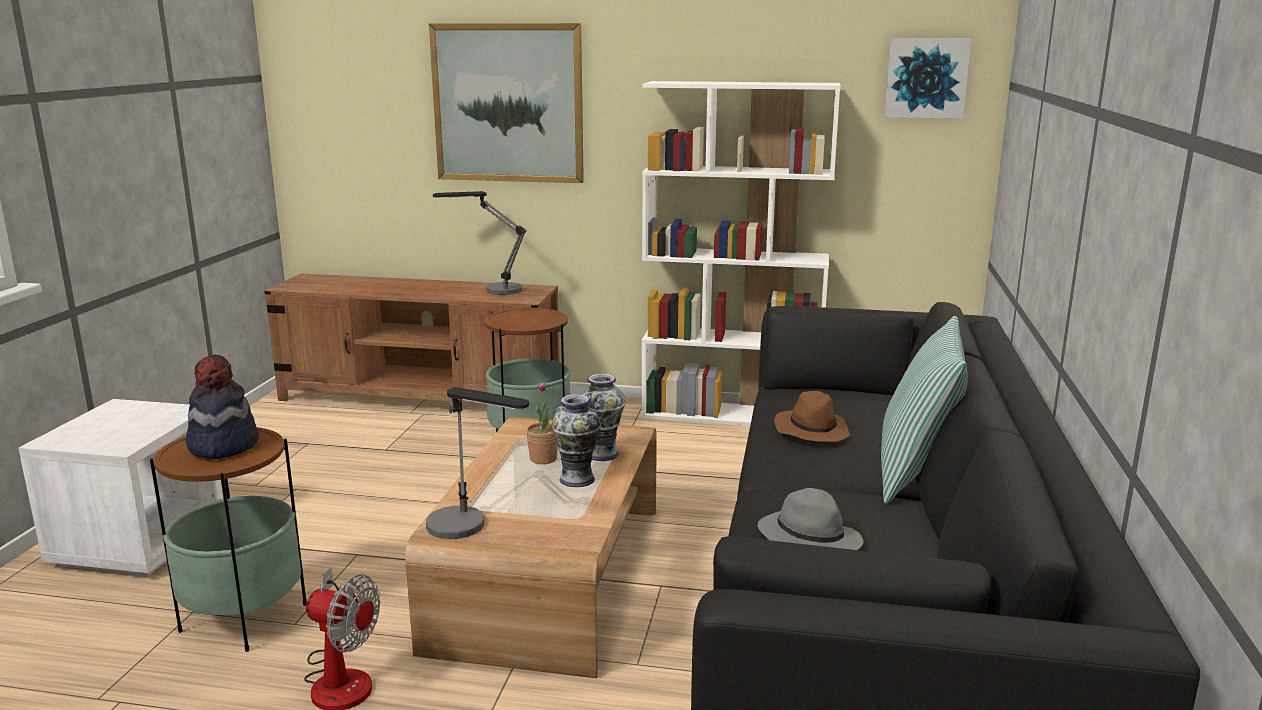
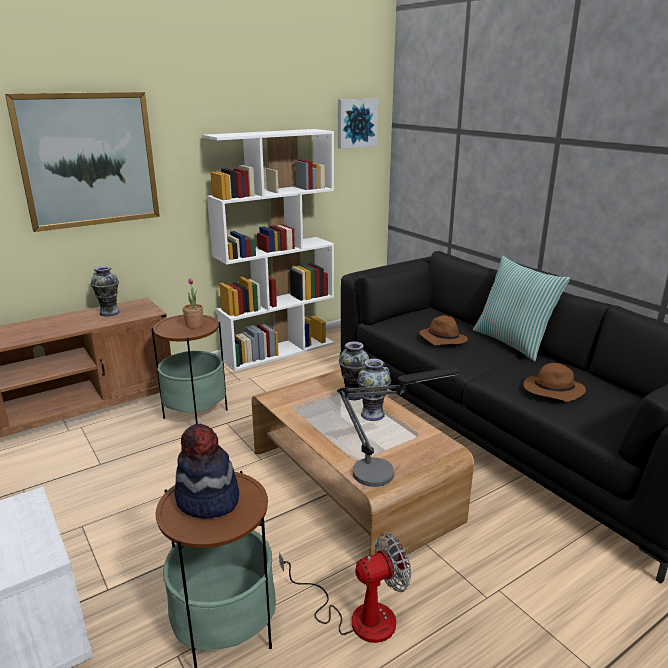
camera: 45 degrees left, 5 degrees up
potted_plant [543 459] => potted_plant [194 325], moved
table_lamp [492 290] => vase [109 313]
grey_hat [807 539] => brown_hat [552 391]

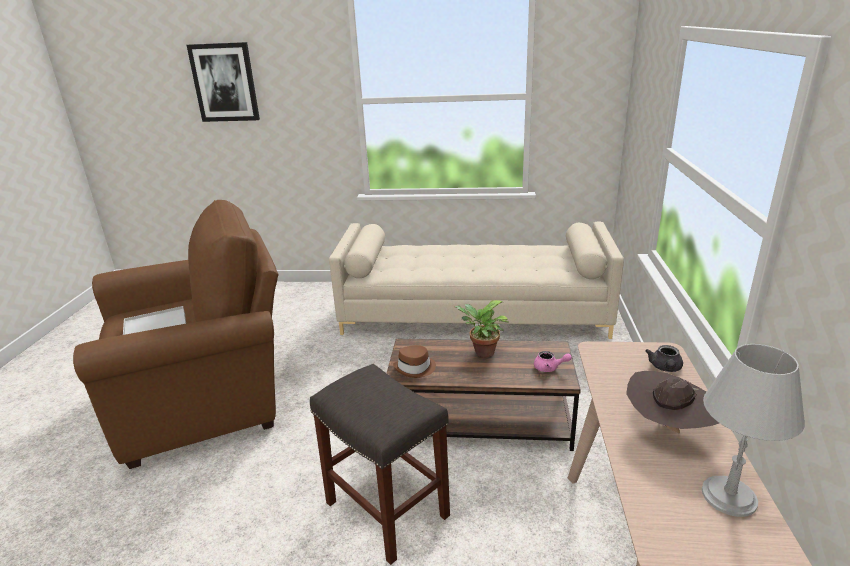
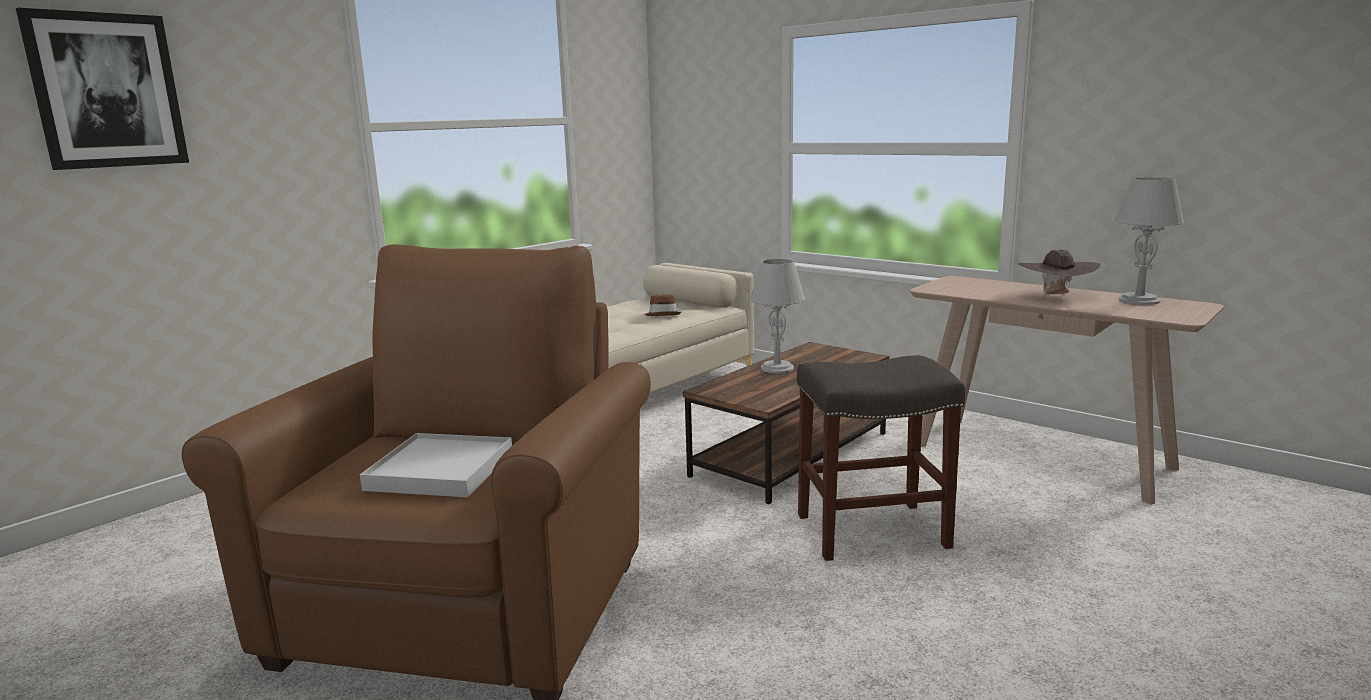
camera: 55 degrees left, 10 degrees down
pink_teapot [549 368] => nothing
grey_teapot [665 368] => nothing
brown_hat [415 368] => brown_hat [663 314], moved
potted_plant [481 352] => grey_table_lamp [776 368]

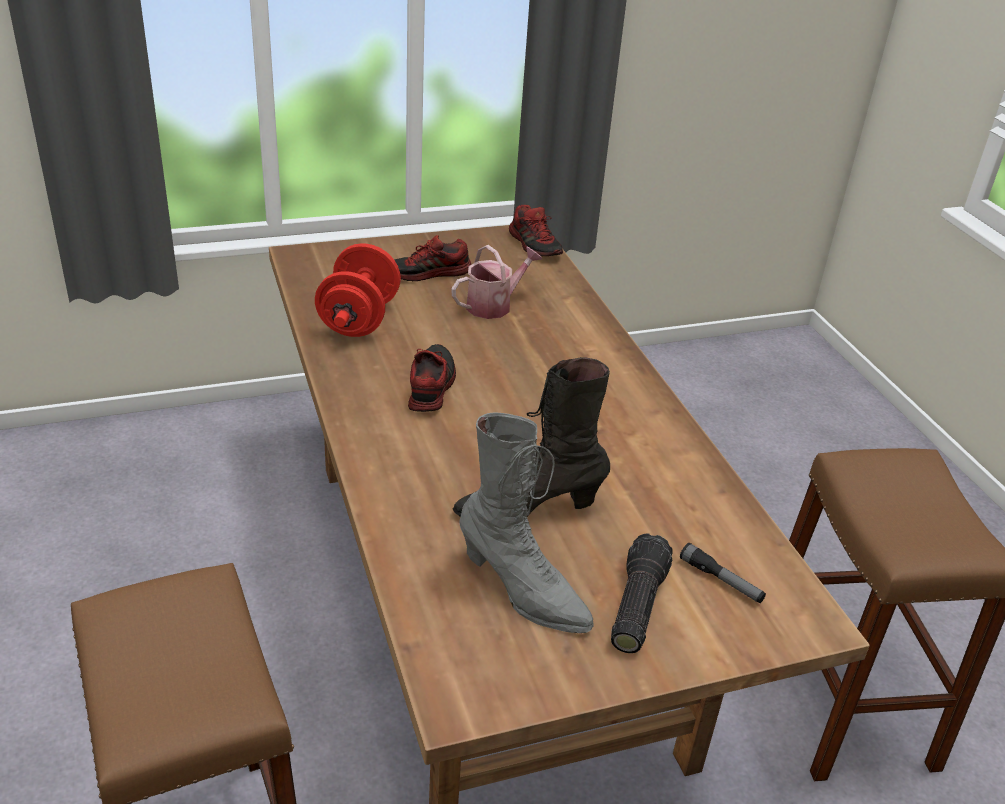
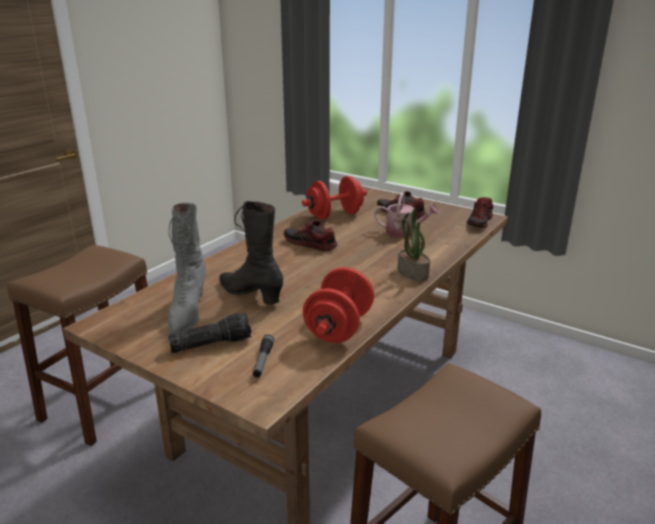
camera: 55 degrees right, 10 degrees down
nothing => red_dumbbell [339 328]
nothing => potted_plant [412 273]
shoe [430 387] => shoe [310 244], 120 degrees counterclockwise

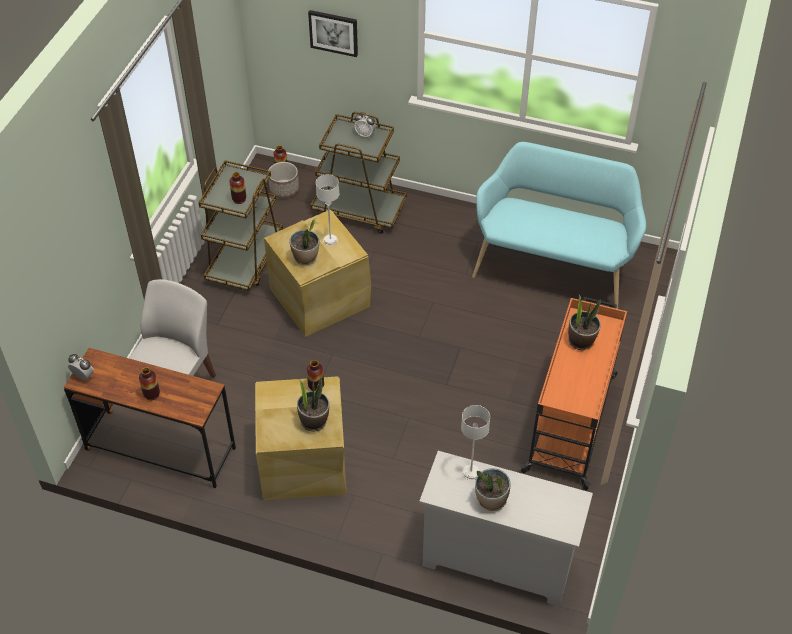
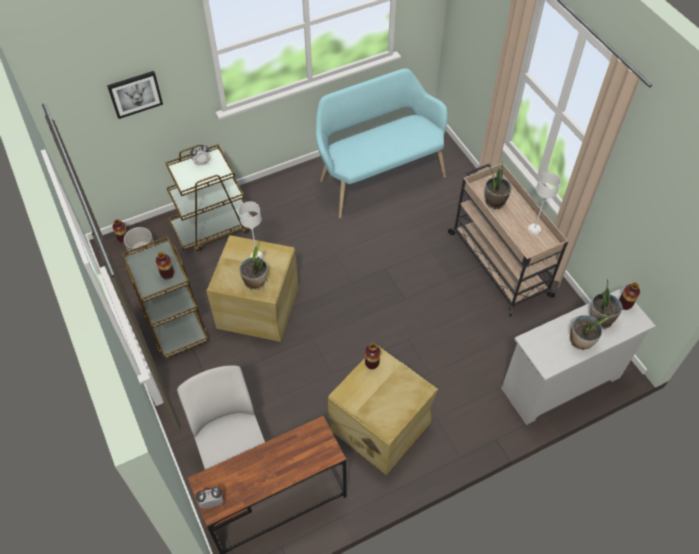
camera: 45 degrees left, 5 degrees up
vase [152 394] => vase [624 305], moved
potted_plant [314 421] => potted_plant [600 319], moved
white_table_lamp [470 472] => white_table_lamp [534 229], moved
orange_cart [571 421] => beige_cart [498 263]

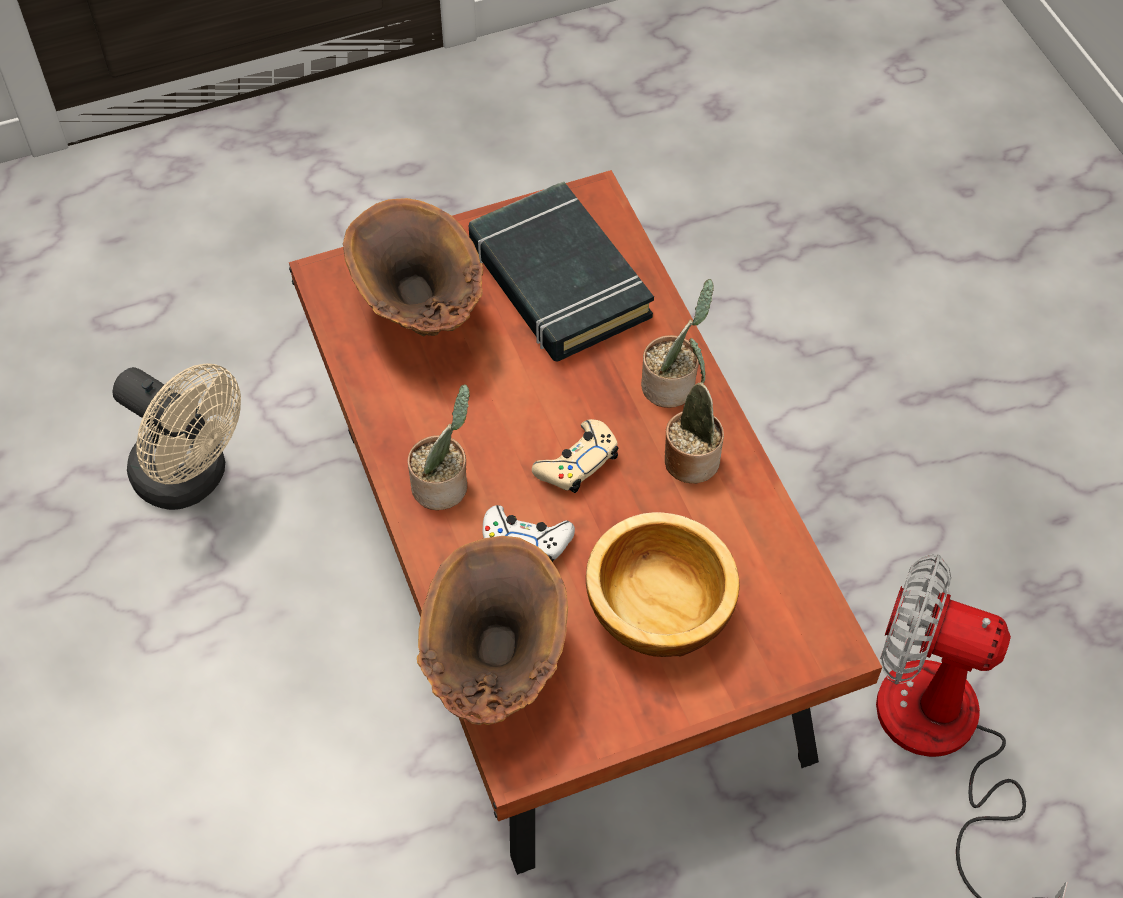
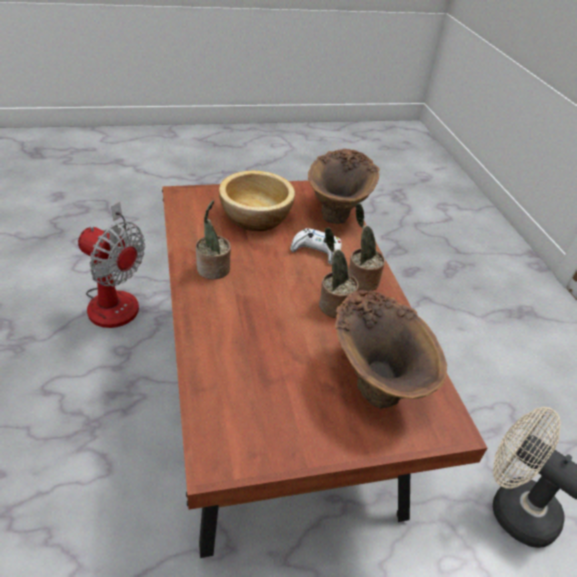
camera: 175 degrees left, 15 degrees down
black_book [558 281] => nothing
beige_game_controller [577 462] => nothing
potted_plant [672 385] => potted_plant [333 306], moved

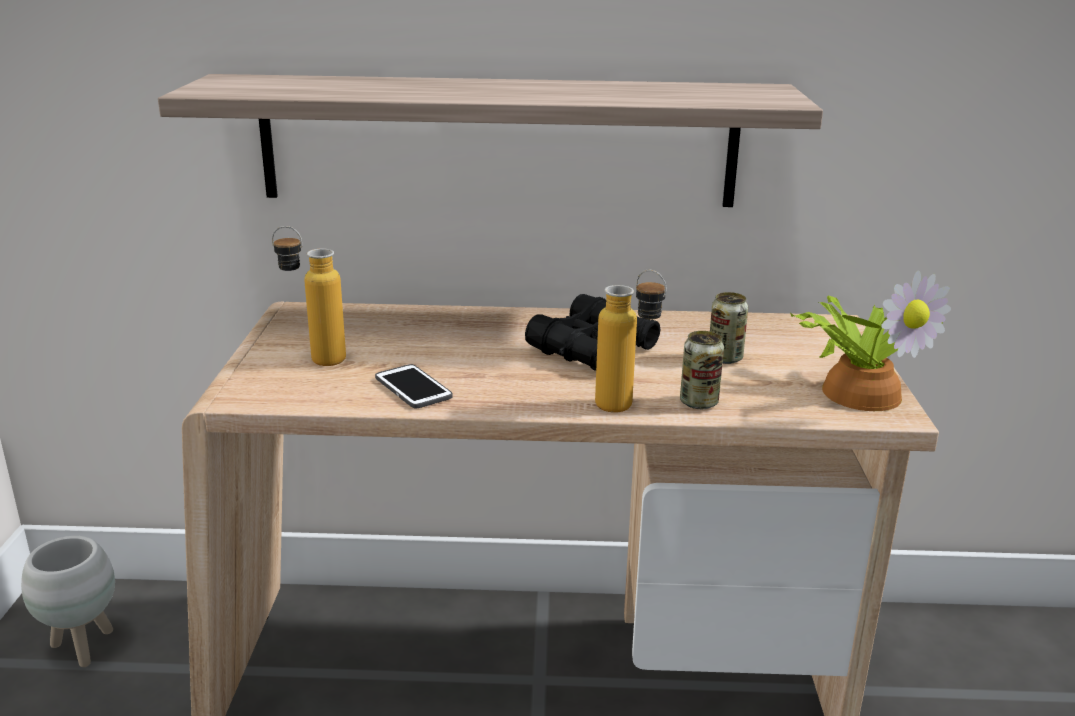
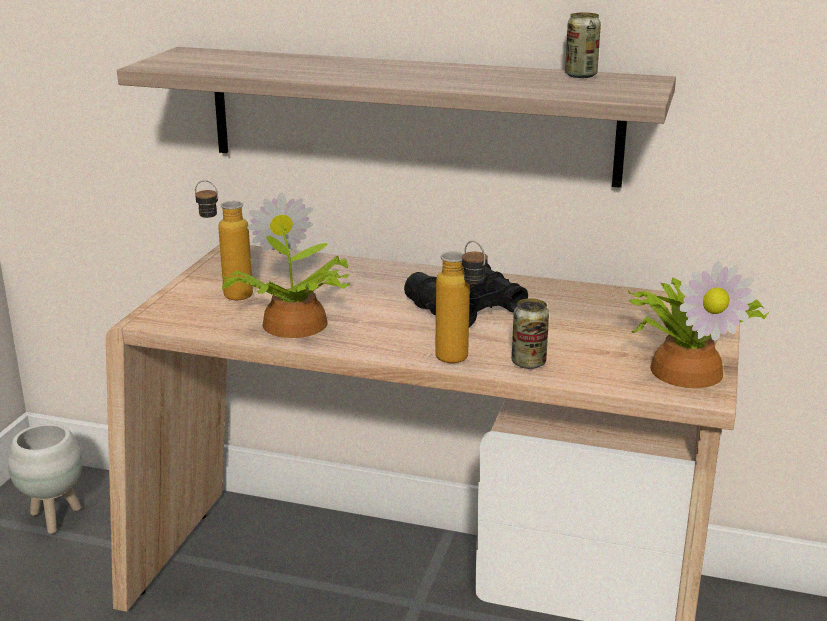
camera: 15 degrees right, 0 degrees up
can [725 358] => can [580 75], moved
phone [413 388] => potted_plant [293 325]

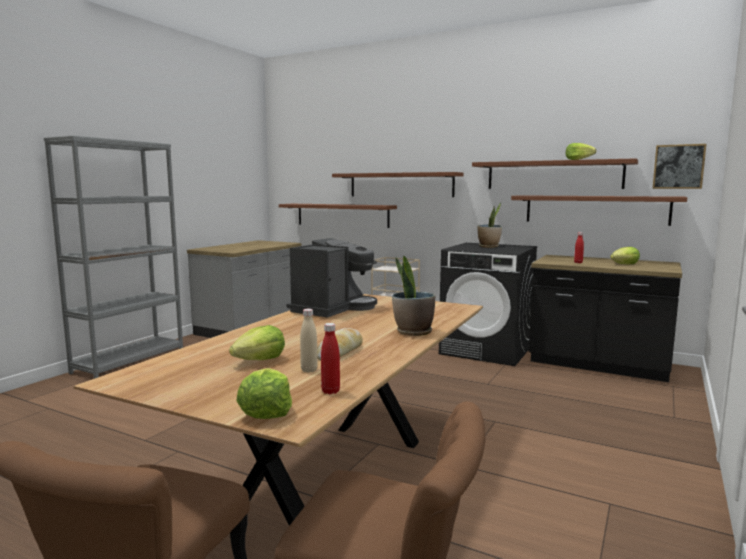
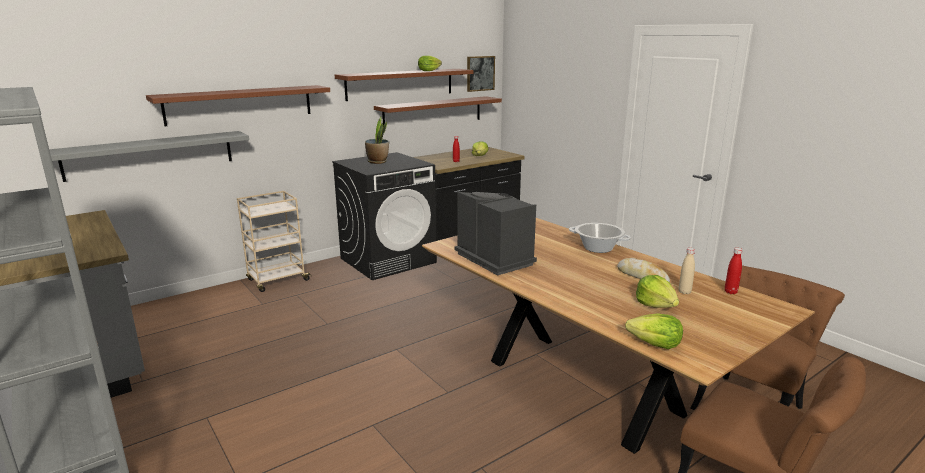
camera: 65 degrees left, 10 degrees up
lettuce [266 411] => lettuce [655 344], moved
potted_plant [413 332] => cooking_pot [598 248]
brown_shelf [342 215] => grey_shelf [150 155]

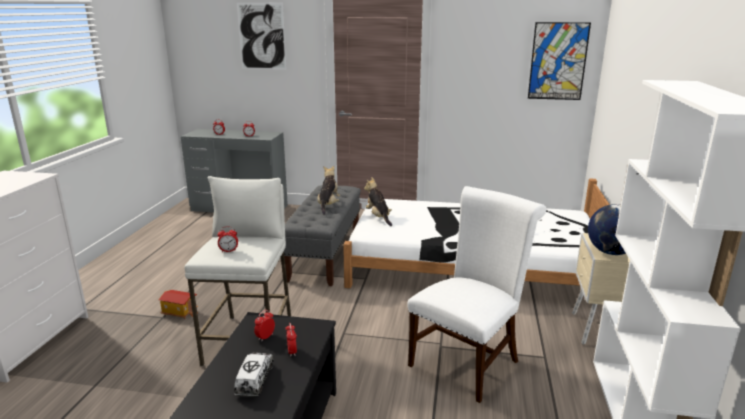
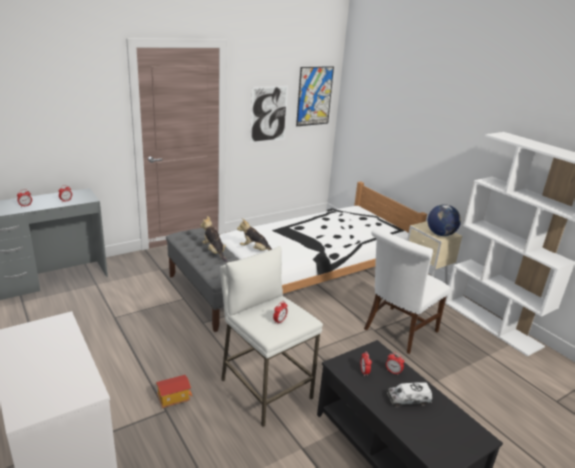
camera: 45 degrees left, 5 degrees up
picture [262 36] => picture [269 114], moved
toy_truck [255 380] => toy_truck [408 400], 60 degrees counterclockwise
white_chair [468 360] => white_chair [398 331], 135 degrees counterclockwise

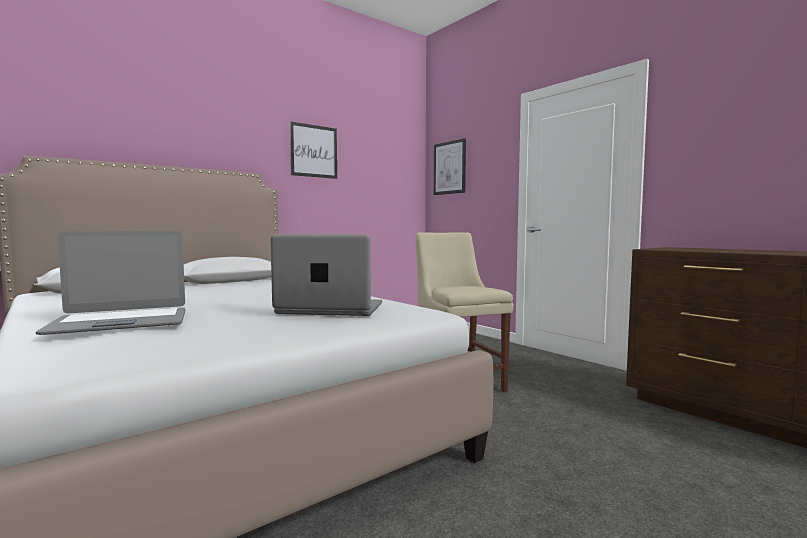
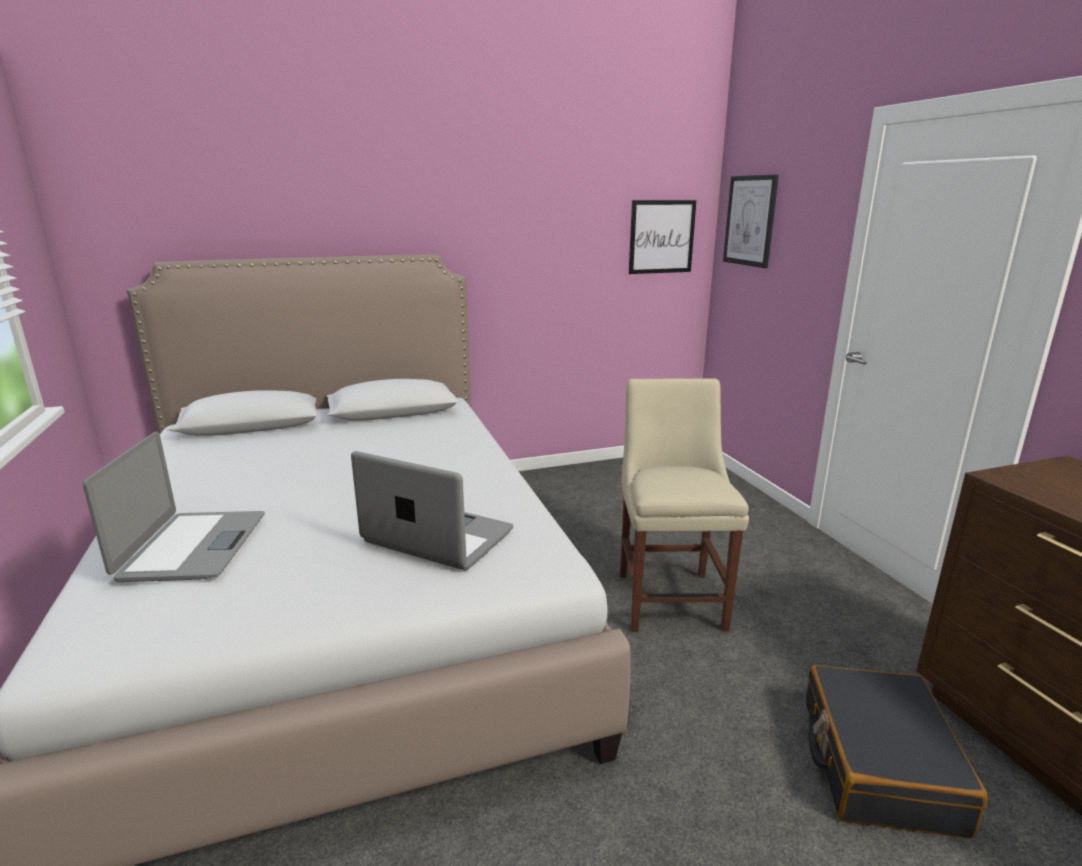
camera: 20 degrees right, 15 degrees up
nothing => black_suitcase [877 764]
picture [314 151] => picture [661 237], moved
laptop [121 323] => laptop [192 547], 90 degrees counterclockwise

